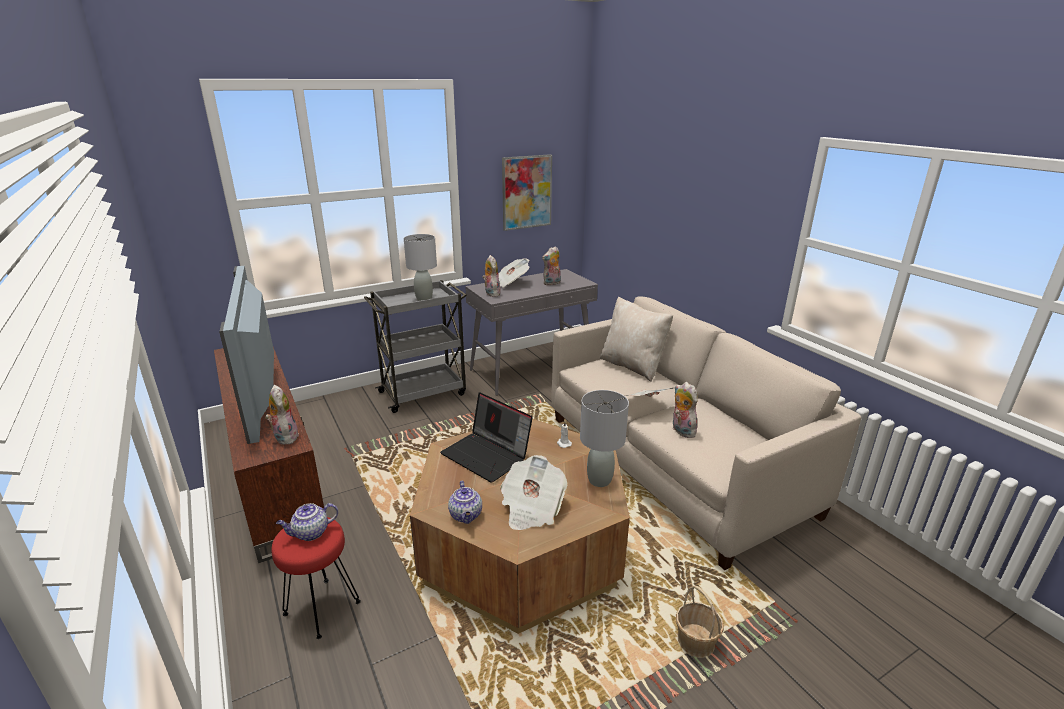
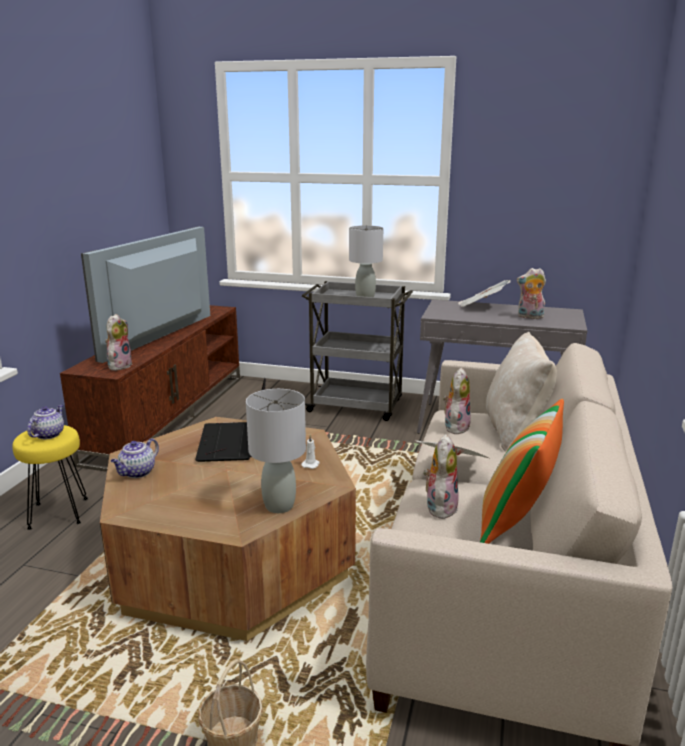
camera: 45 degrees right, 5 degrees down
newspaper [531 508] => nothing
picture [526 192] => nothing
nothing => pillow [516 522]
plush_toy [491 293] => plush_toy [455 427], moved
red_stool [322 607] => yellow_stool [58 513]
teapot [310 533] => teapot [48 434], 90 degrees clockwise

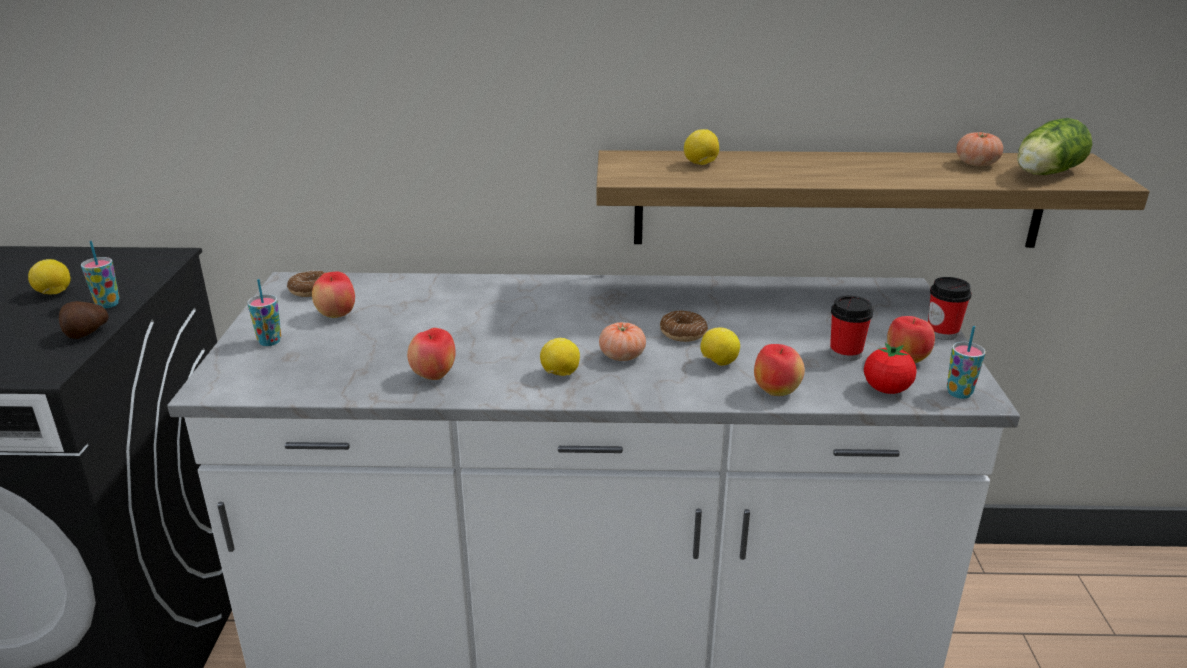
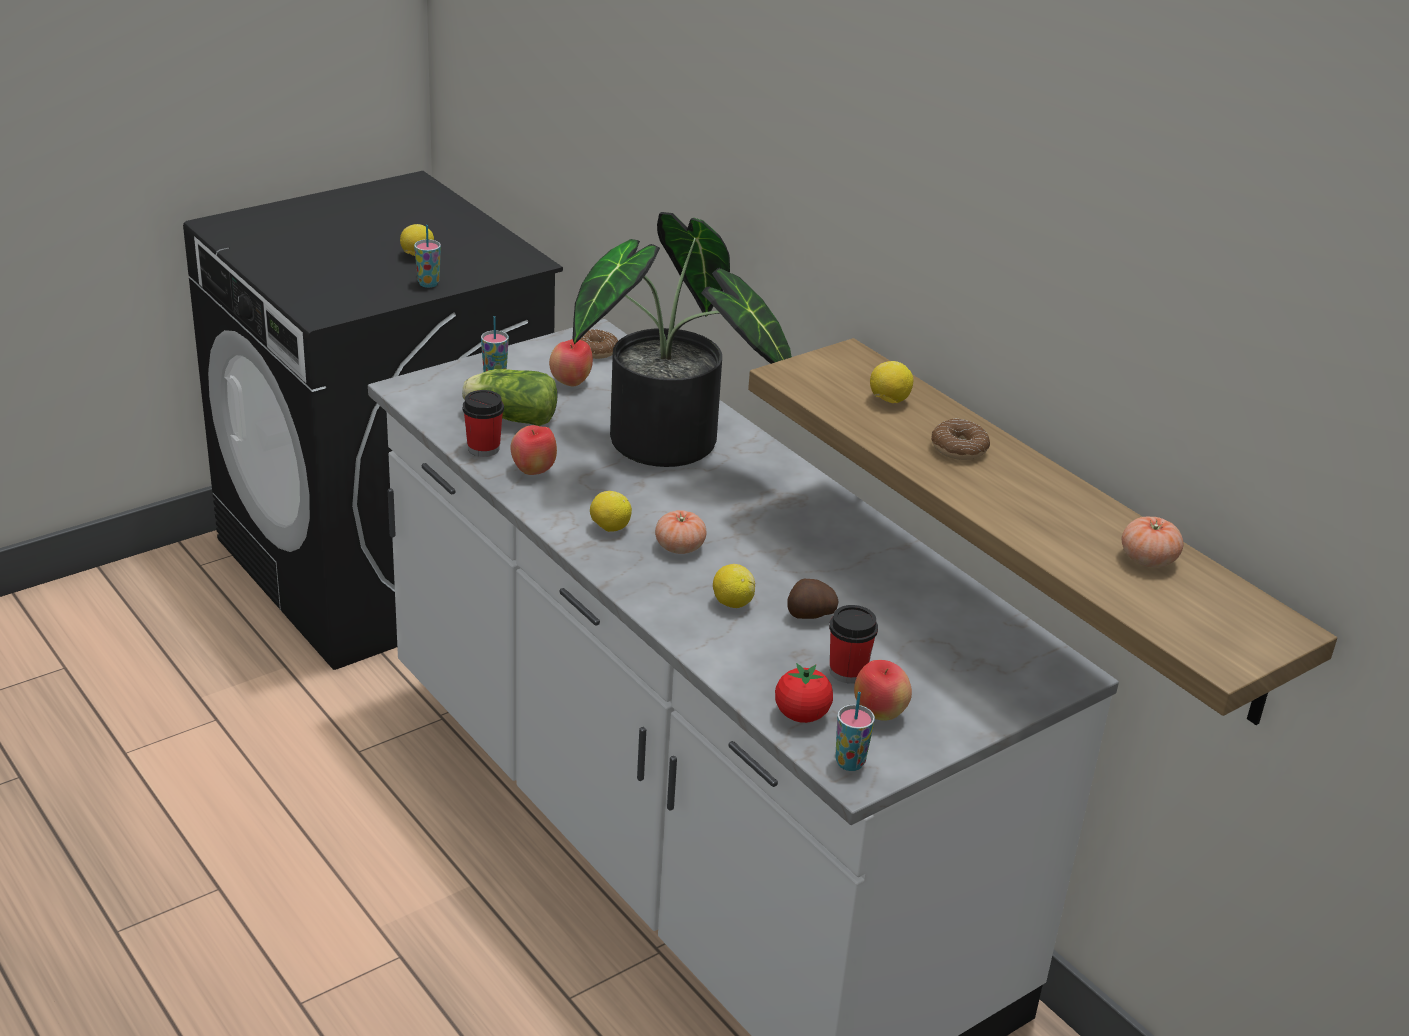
camera: 50 degrees right, 5 degrees up
apple [776 392] => nothing
nothing => potted_plant [669 448]
potato [86 334] => potato [810 615], moved
donut [683 333] => donut [958 448], moved
cup [942 332] => cup [483 448], moved
lettuce [1044 174] => lettuce [509 417], moved

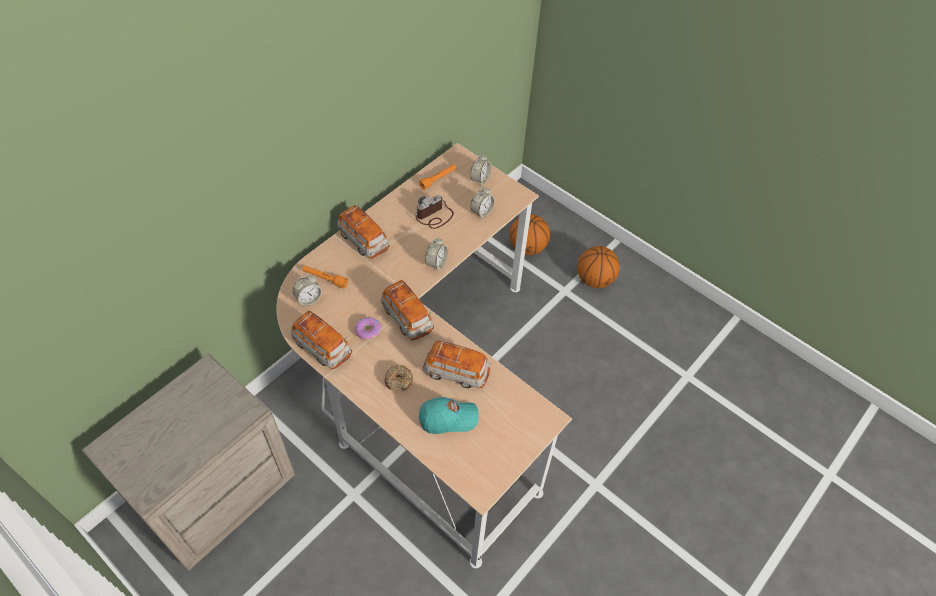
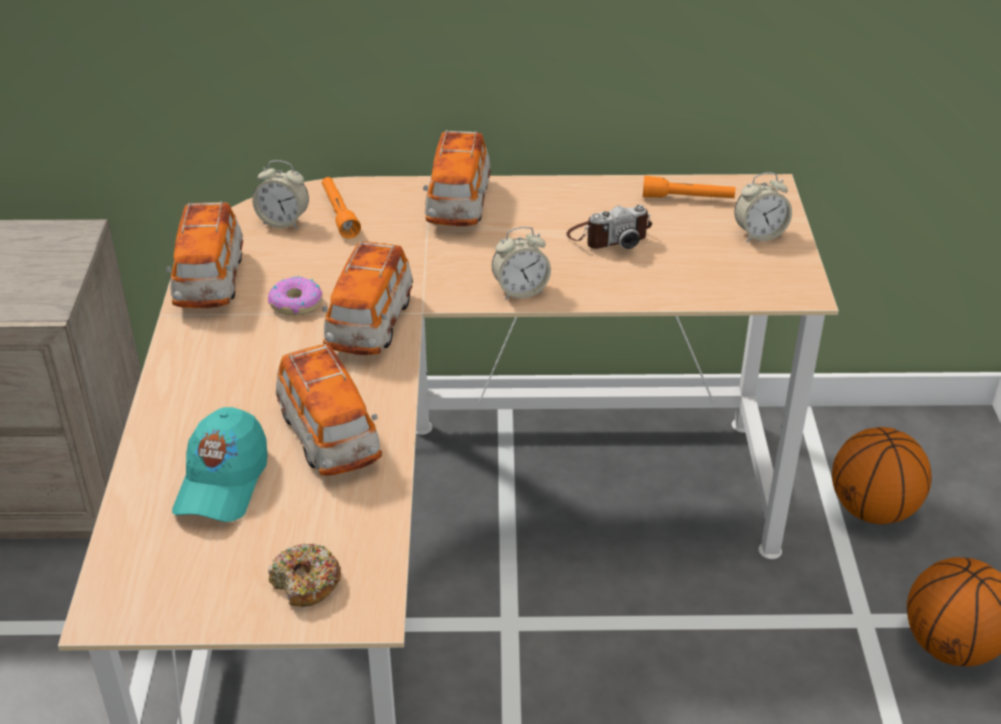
camera: 50 degrees right, 15 degrees down
alarm_clock [482 212] => nothing
donut [398 380] => donut [306 583], moved
photo_camera [434 216] => photo_camera [609 236], 150 degrees clockwise
turquoise_cap [448 418] => turquoise_cap [222 482], 60 degrees clockwise

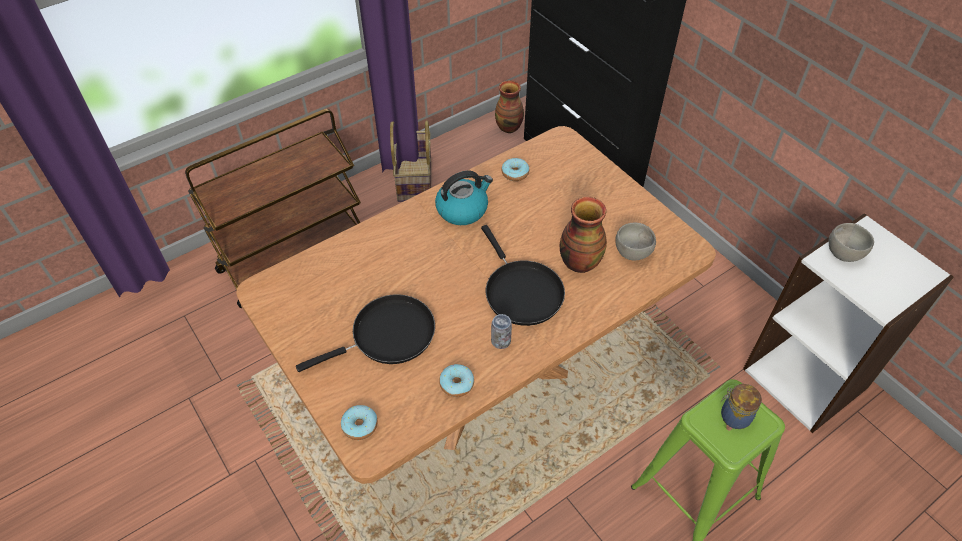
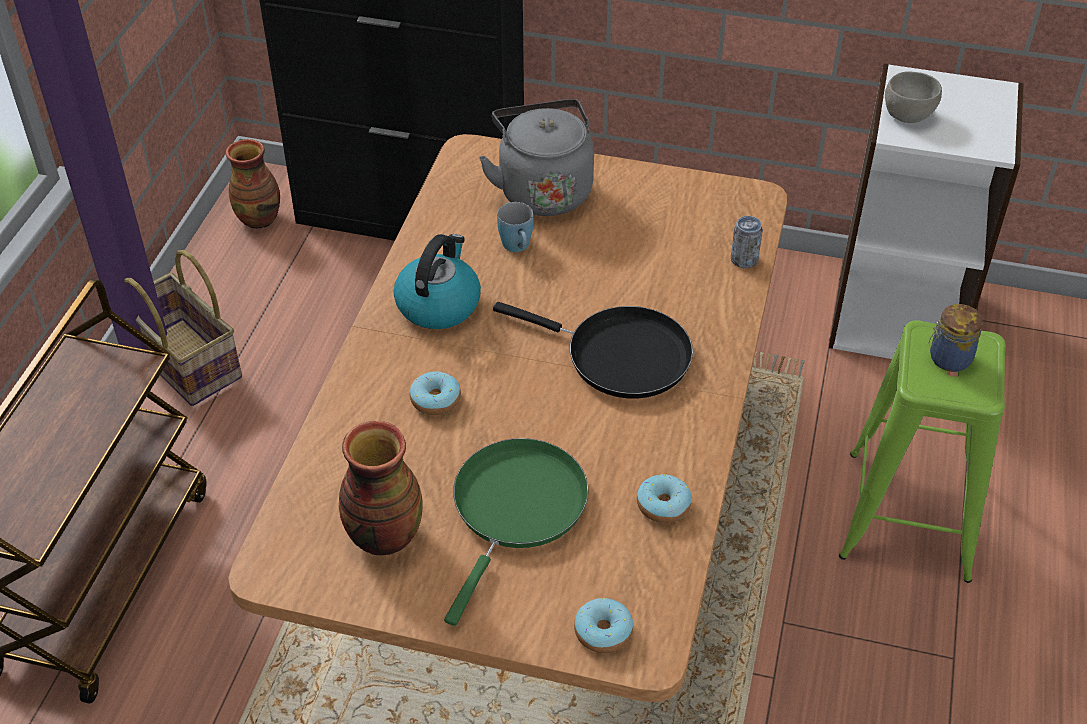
camera: 40 degrees left, 5 degrees down
grey_bowl [633 253] => nothing
nothing => grey_kettle [543 190]
nothing => blue_mug [518 247]
can [501 341] => can [744 260], moved
donut [515 173] => donut [435 400], moved
vase [579 262] => vase [382 536], moved
black_frying_pan [388 336] => green_frying_pan [516 509]

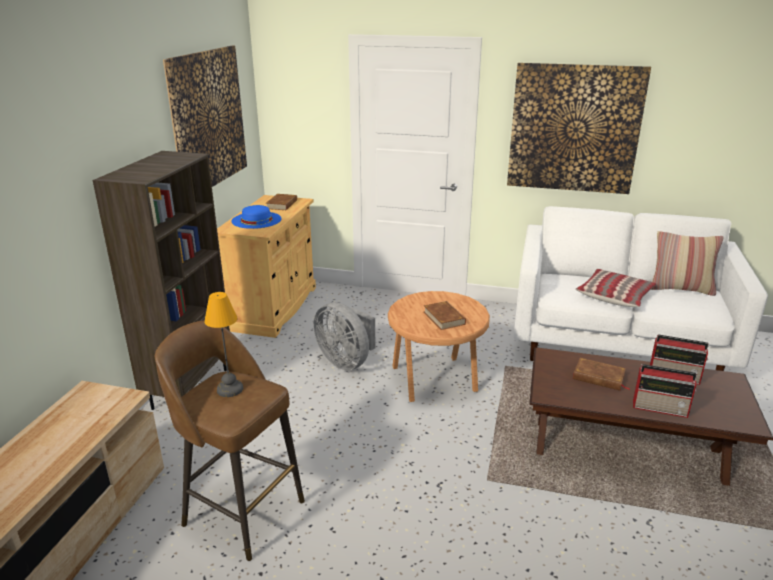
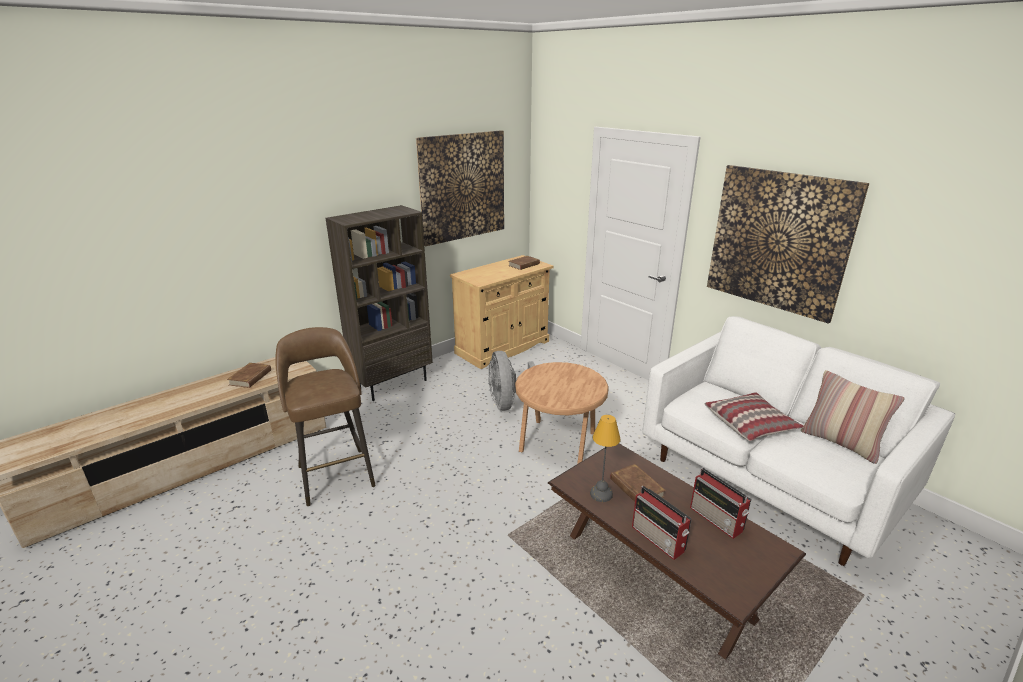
camera: 35 degrees right, 0 degrees up
blue_hat [256 220] => nothing
table_lamp [229 390] => table_lamp [600 494], moved
brown_book [444 318] => brown_book [251 377], moved

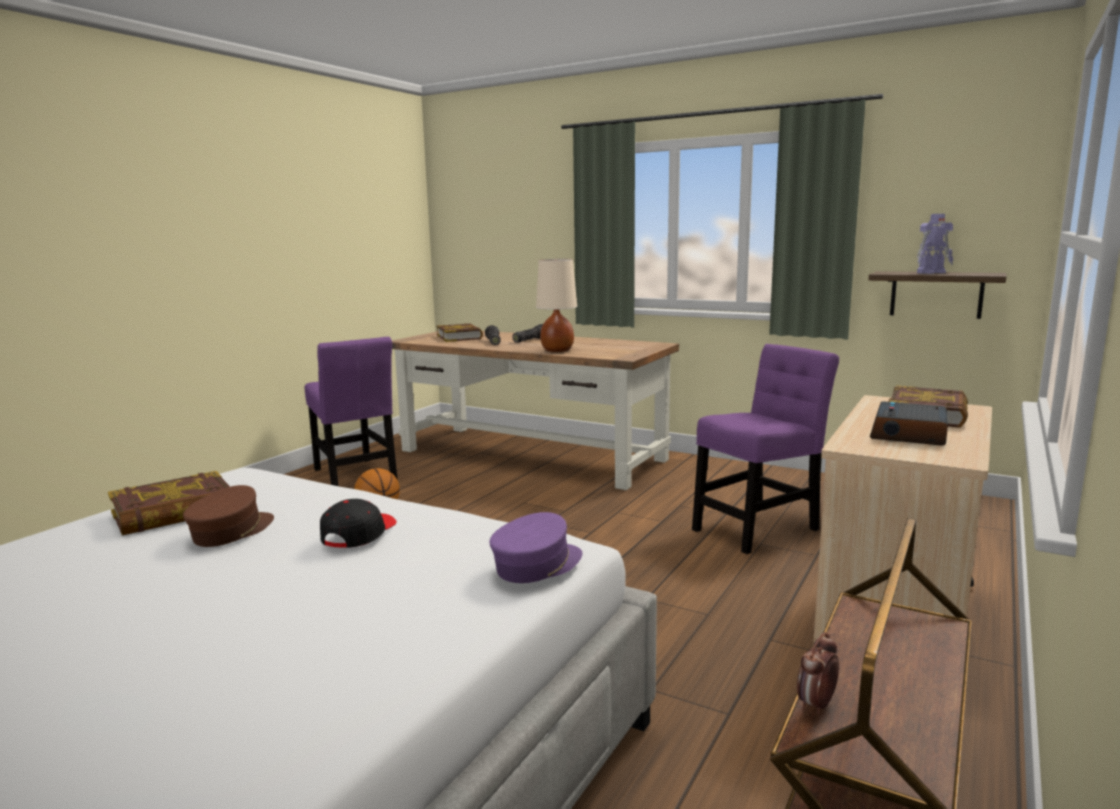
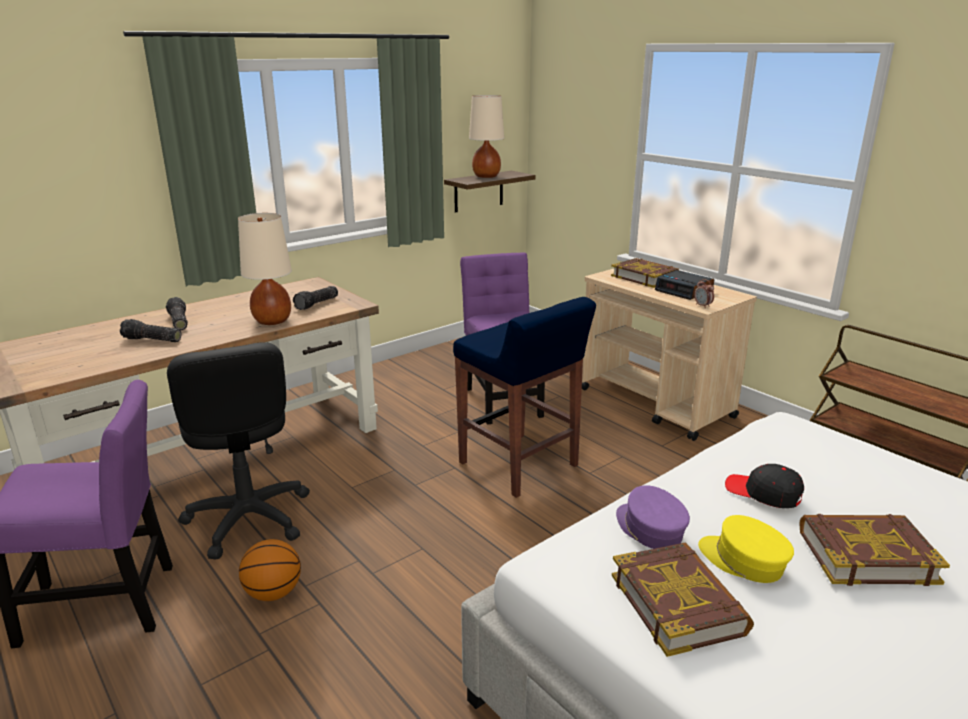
camera: 70 degrees left, 10 degrees up
nothing => black_office_chair [248 519]
nothing => flashlight [317 304]
nothing => blue_stool [519 465]
book [459 337] => book [866 555], moved
purple_cap [537 565] => purple_cap [649 529], moved
alarm_clock [816 705] => alarm_clock [702 306], moved
toy_robot [932 272] => beige_table_lamp [486 176]
brown_cap [231 531] => yellow_cap [743 561]

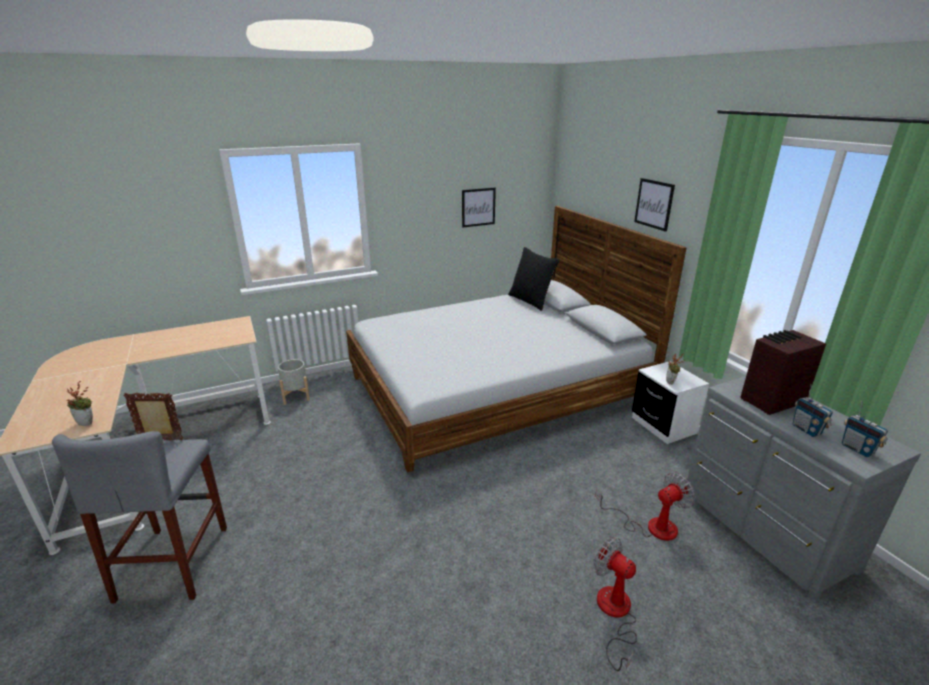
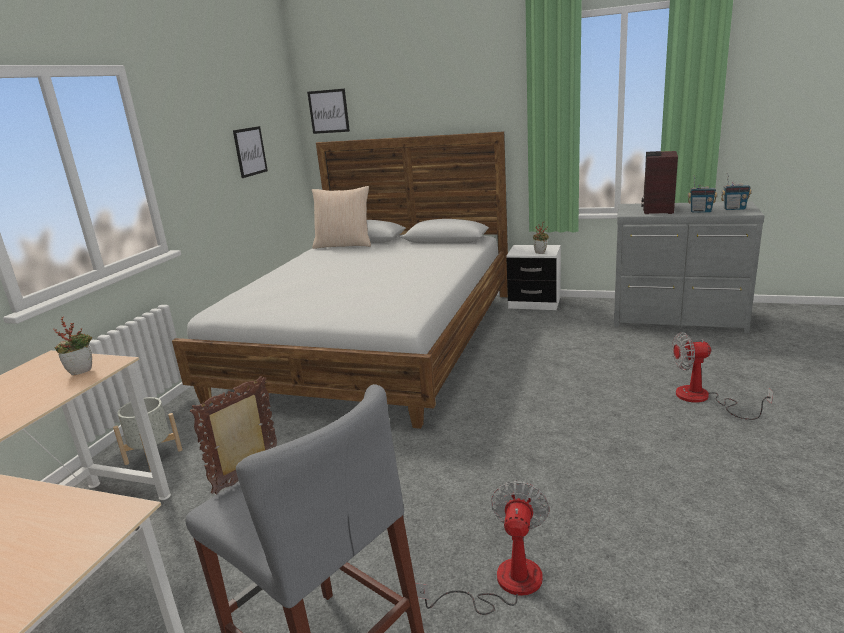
camera: 45 degrees left, 5 degrees down
potted_plant [88 422] => potted_plant [82 370], moved
fan [650 526] => fan [503 584], moved
picture [654 204] => picture [328 111], moved
black_pillow [531 301] => beige_pillow [344 245]

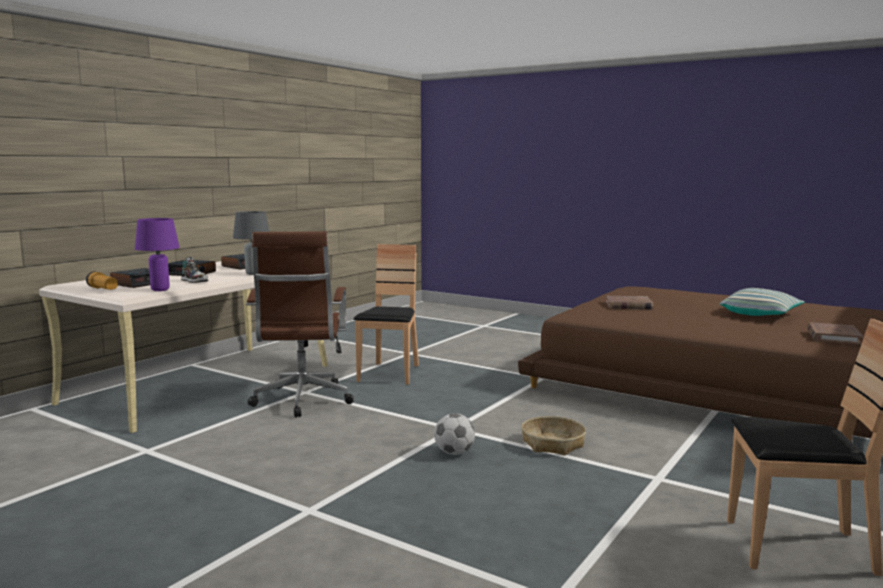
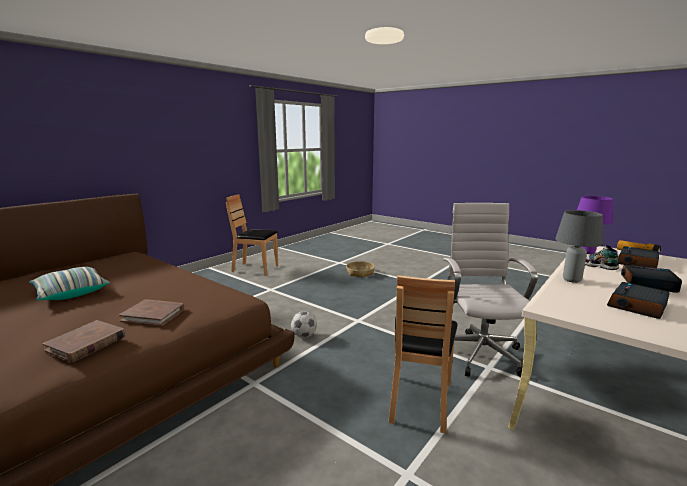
camera: 175 degrees left, 5 degrees up
football [454 453] => football [304 336], moved
basket [553 444] => basket [360 273], moved
brown_book [833 337] => brown_book [86 343], moved
brown_office_chair [302 401] => white_office_chair [480 353]

